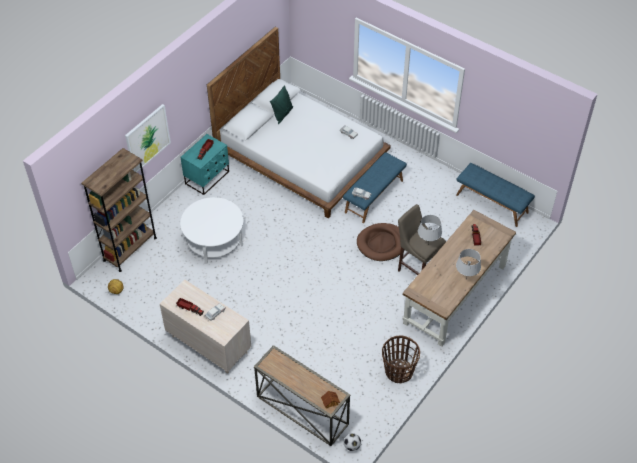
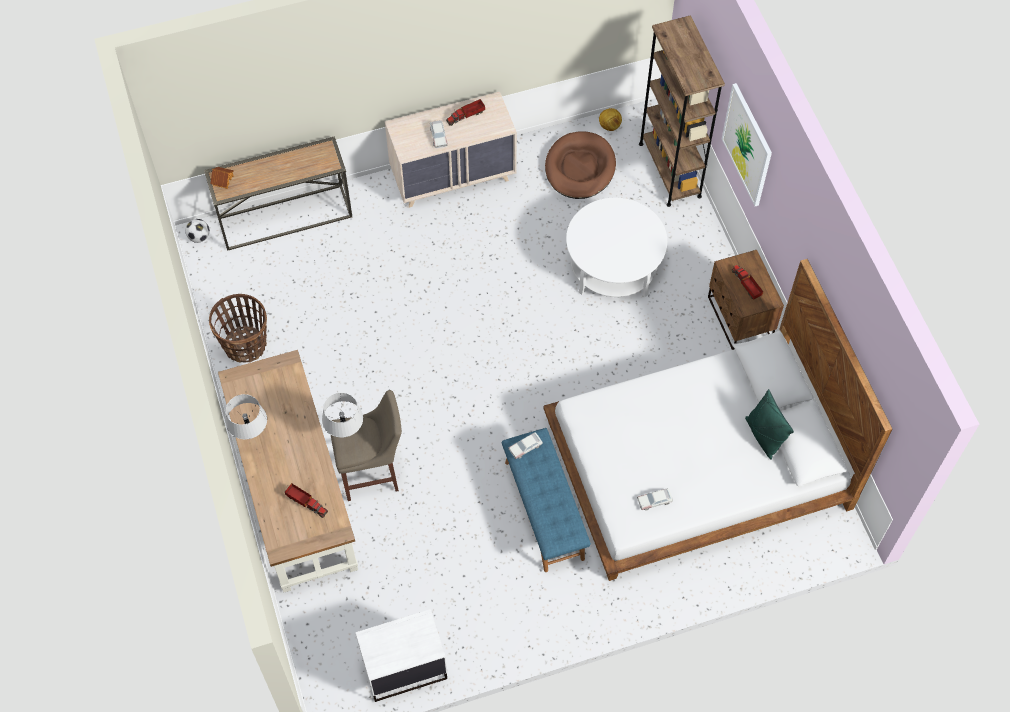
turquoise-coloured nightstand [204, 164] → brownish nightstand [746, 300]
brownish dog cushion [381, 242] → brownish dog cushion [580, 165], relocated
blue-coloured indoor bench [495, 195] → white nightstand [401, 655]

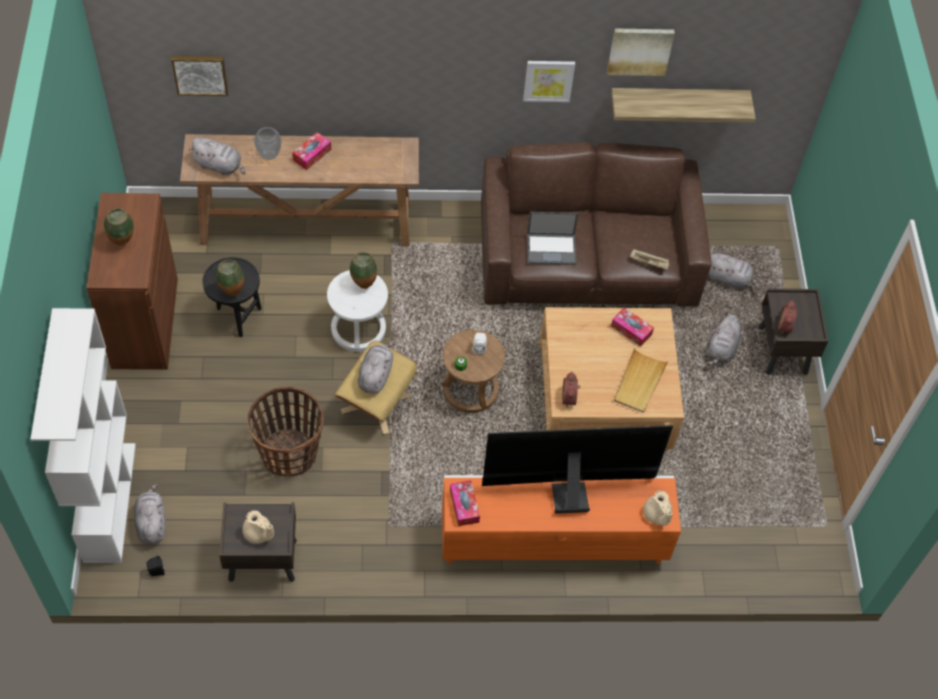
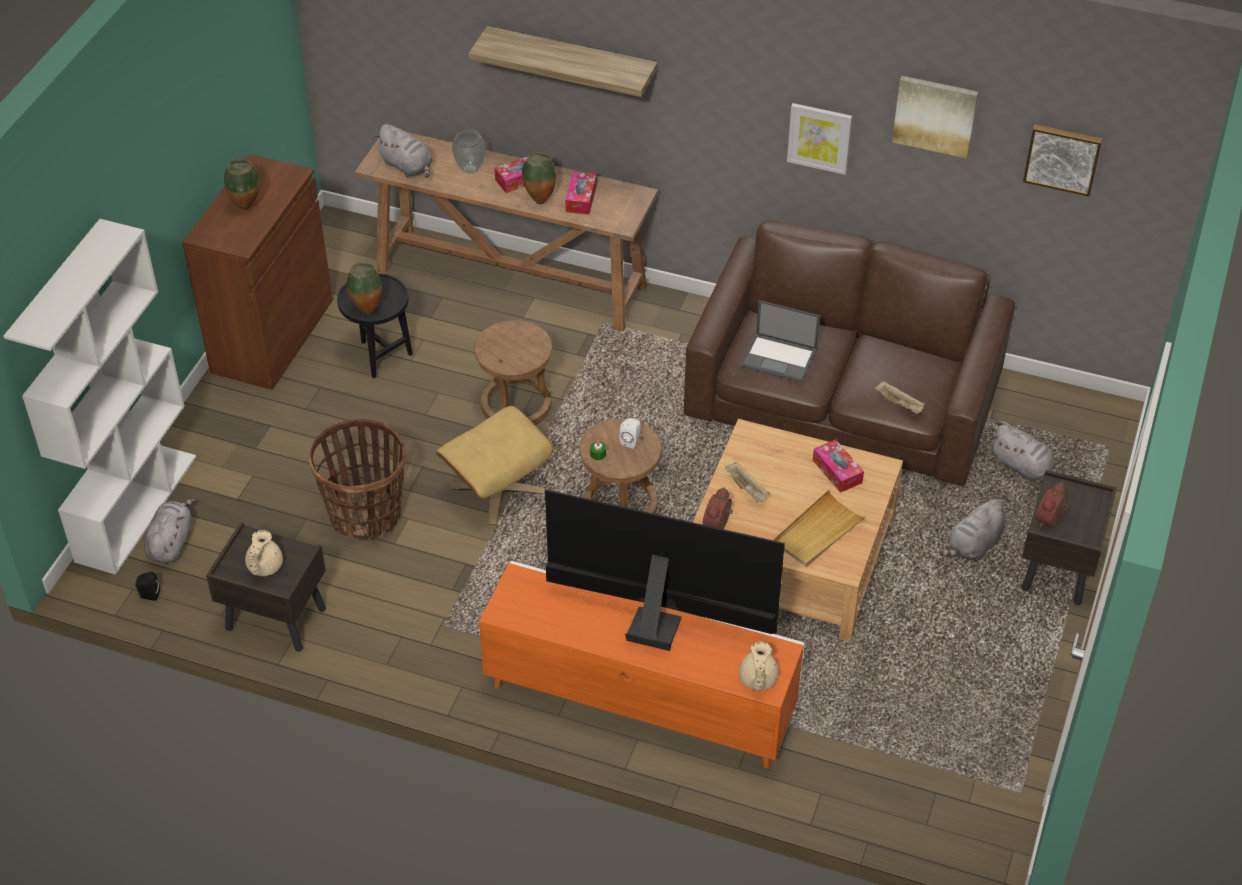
wall art [199, 75] → wall art [1062, 160], relocated
sand-coloured tea pot [258, 527] → sand-coloured tea pot [264, 553], 45 degrees clockwise
white stool [357, 311] → brownish stool [513, 372]
flower vase [363, 270] → flower vase [539, 178], relocated
grey soft toy [377, 368] → -
box of tissues [465, 503] → box of tissues [581, 193], relocated
bracket shelf [683, 105] → bracket shelf [563, 61], relocated
- → sand-coloured tray [747, 482]

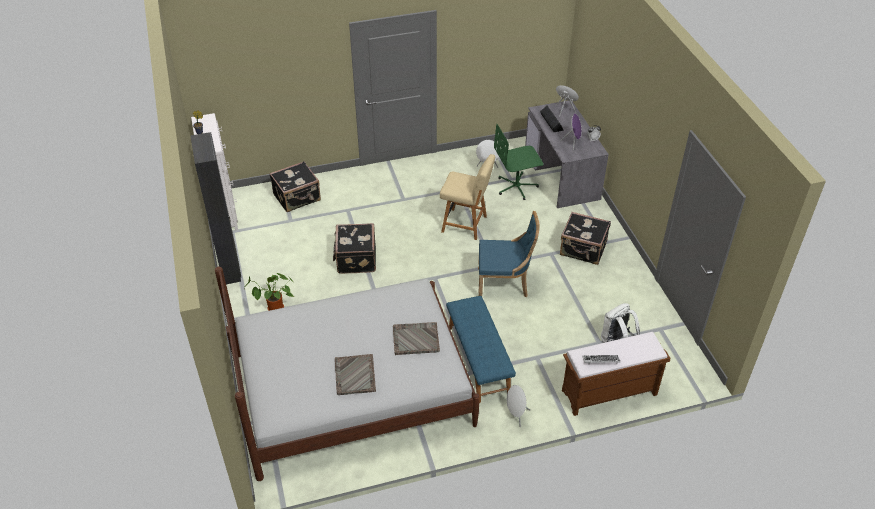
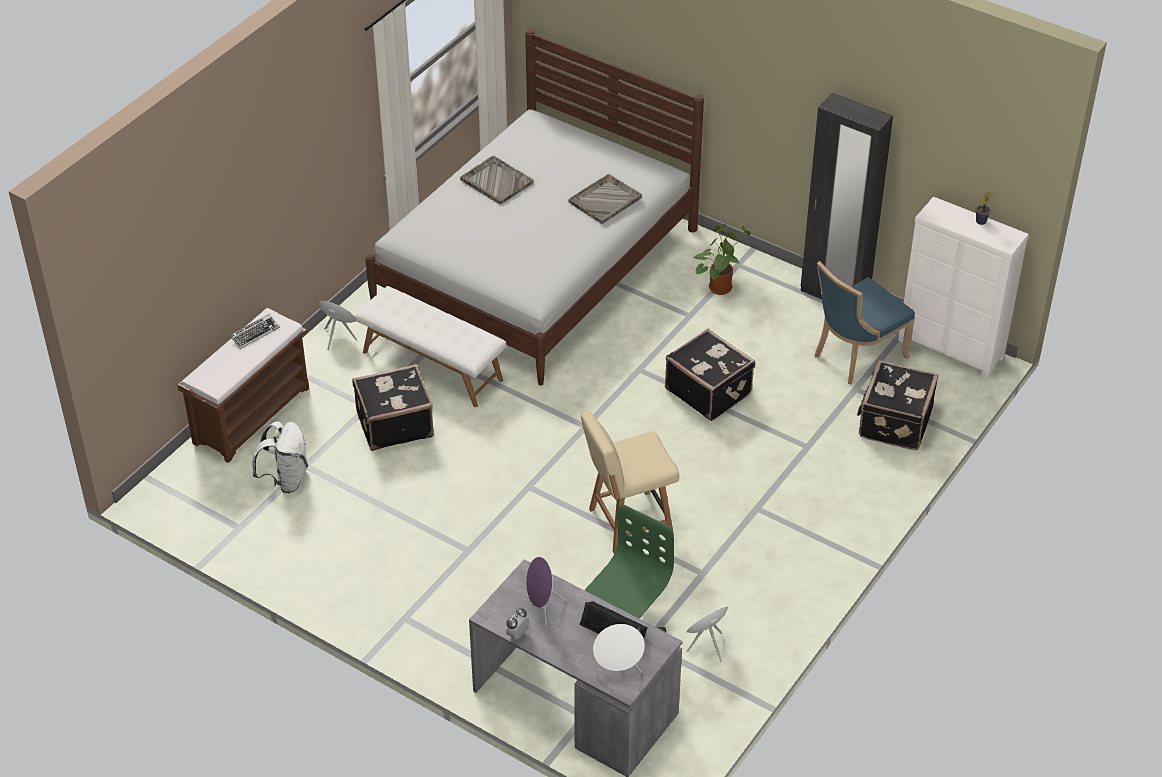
grey tray [416, 338] → grey tray [605, 199], relocated
blue-coloured indoor bench [481, 349] → white indoor bench [430, 346]
blue-coloured plain chair [509, 254] → blue-coloured plain chair [865, 323], relocated
black-coloured travel case [585, 238] → black-coloured travel case [393, 407], relocated

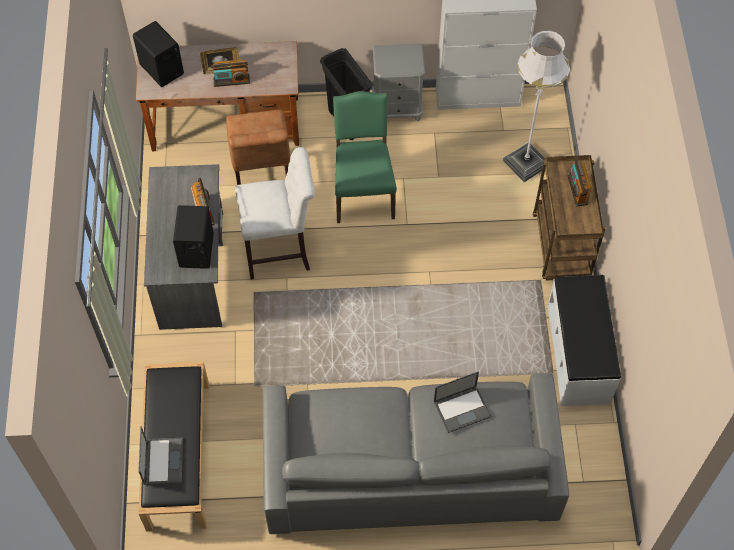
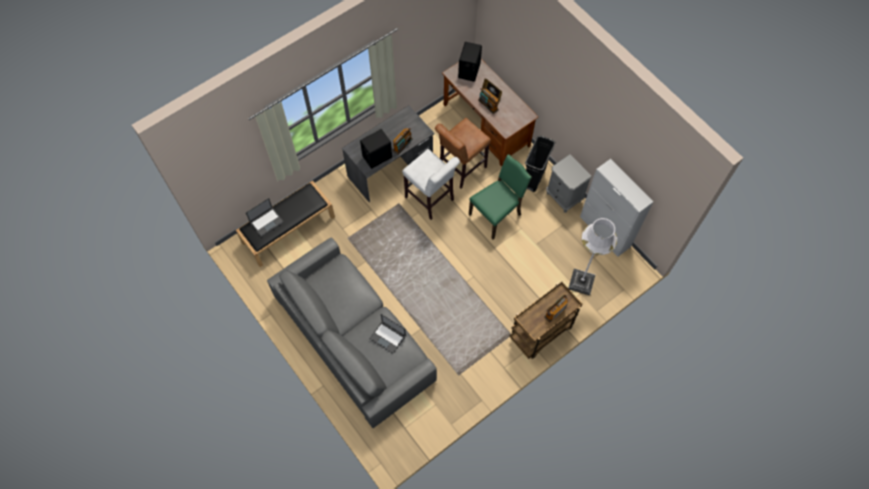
white indoor bench [584, 340] → -

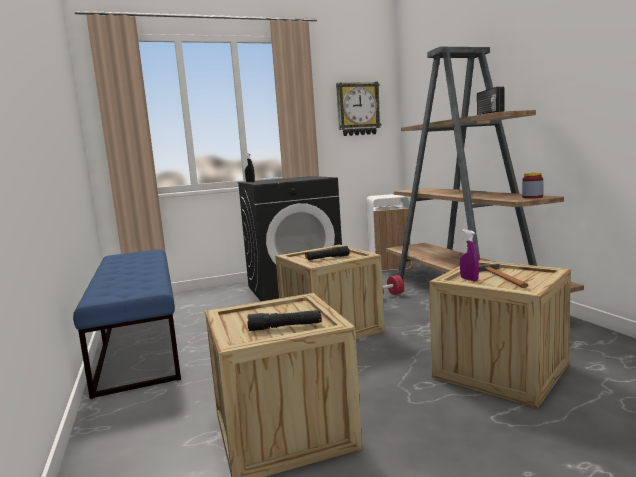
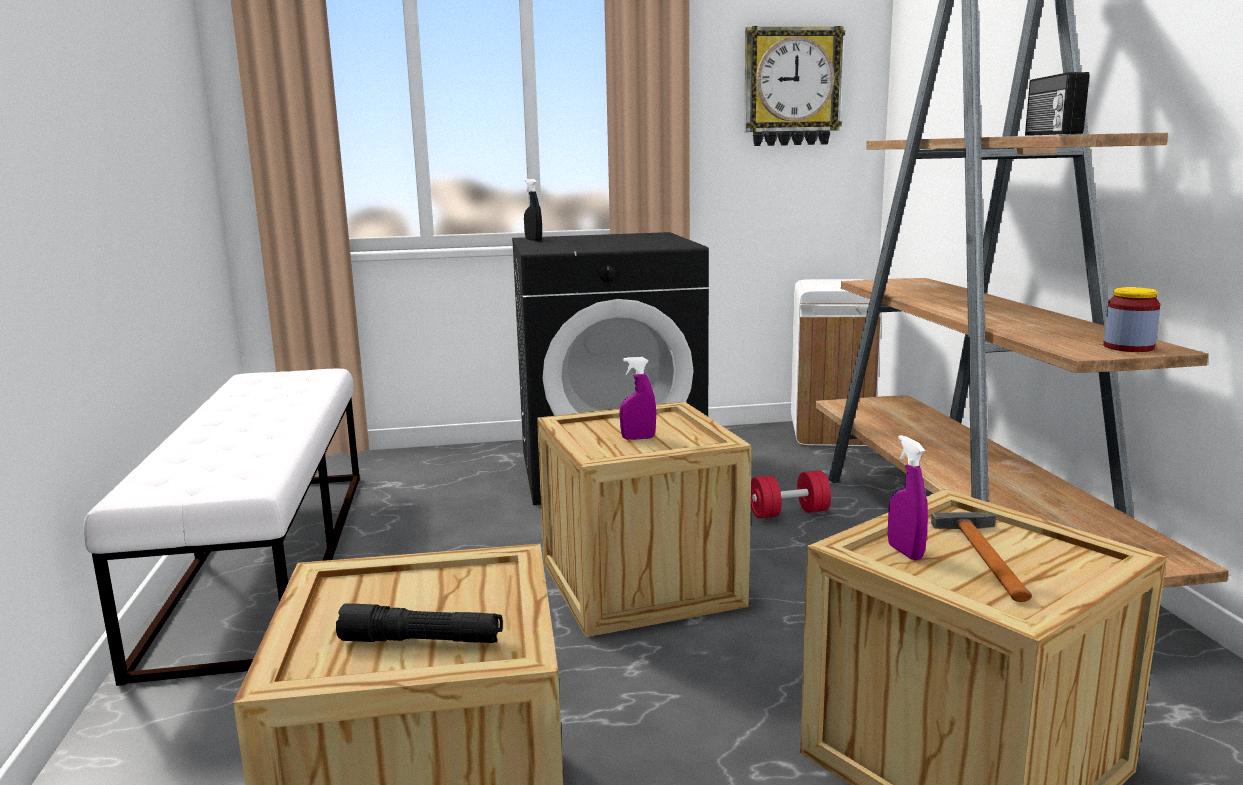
blue-coloured indoor bench [127, 324] → white indoor bench [221, 527]
black-coloured hand torch [327, 253] → purple-coloured sprayer [637, 398]

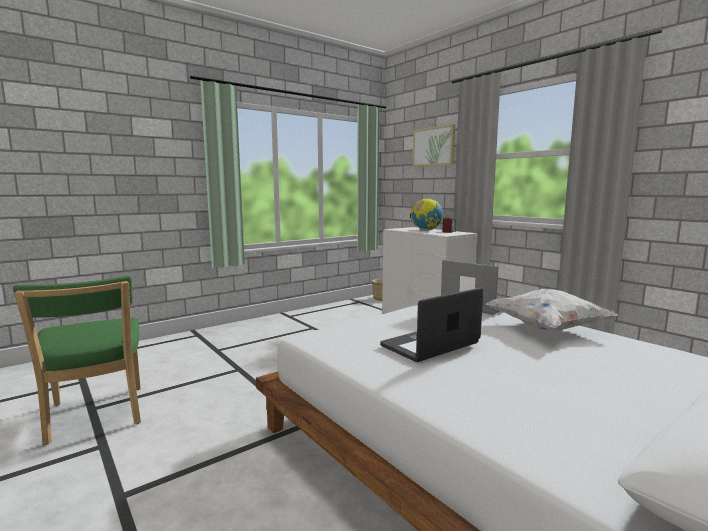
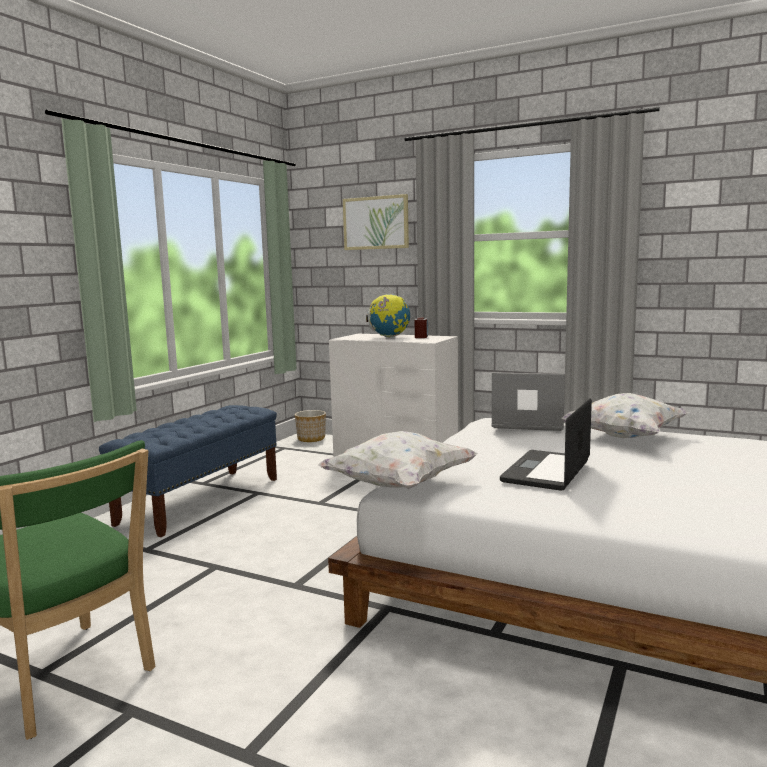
- → blue-coloured indoor bench [188, 471]
- → white throw pillow [397, 460]

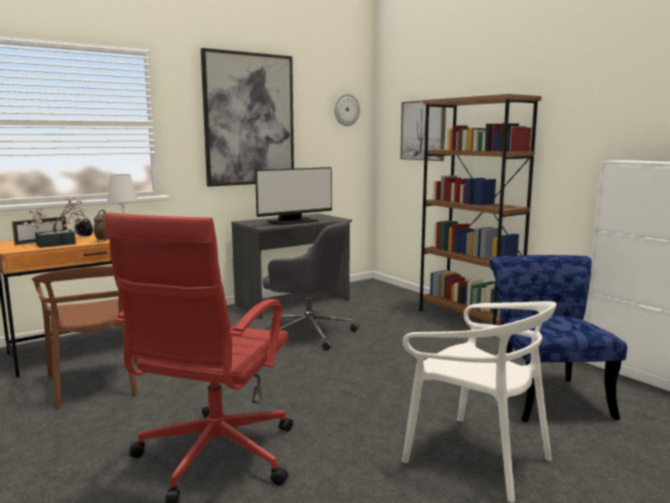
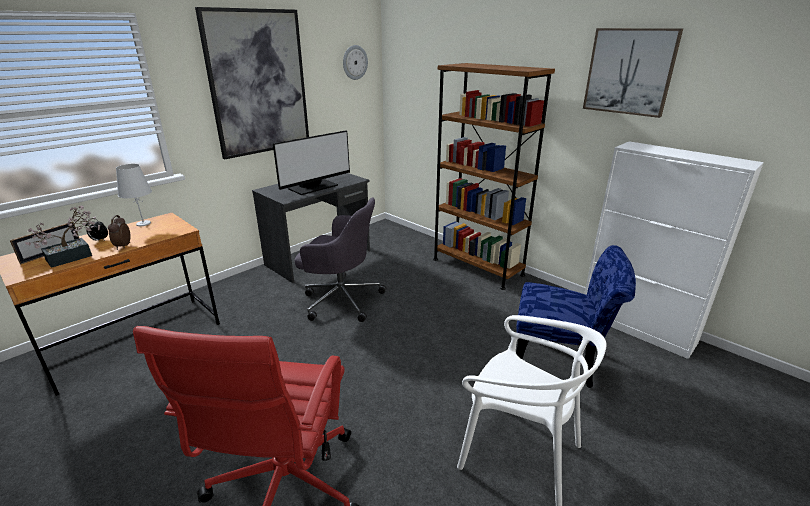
brownish plain chair [85, 337] → -
wall art [423, 131] → wall art [633, 73], relocated
blue-coloured plain chair [558, 338] → blue-coloured plain chair [576, 316], 120 degrees clockwise

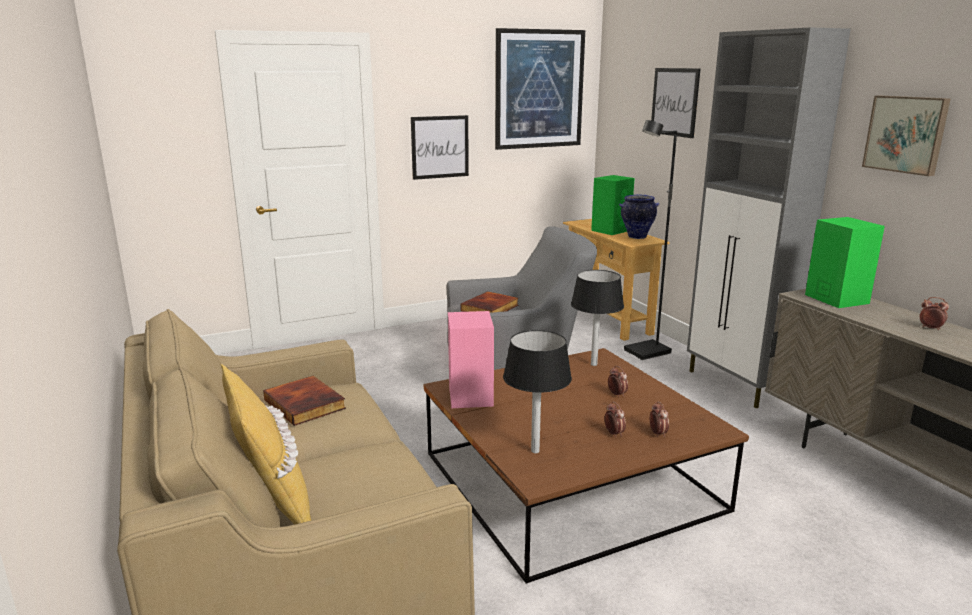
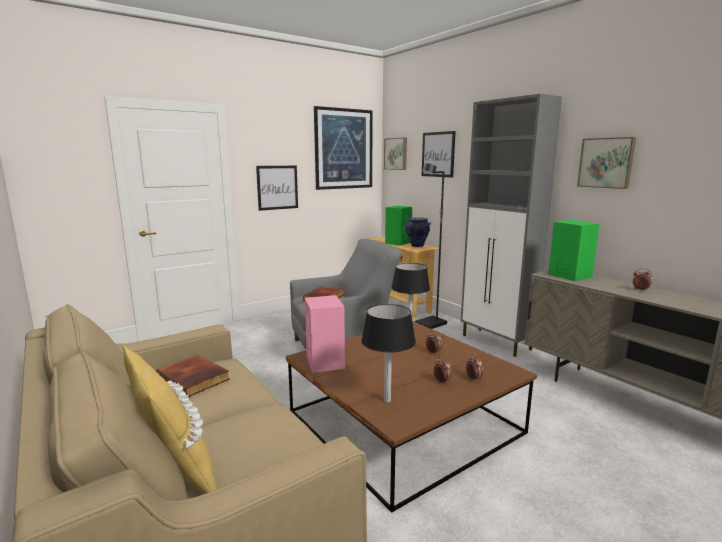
- → wall art [395, 154]

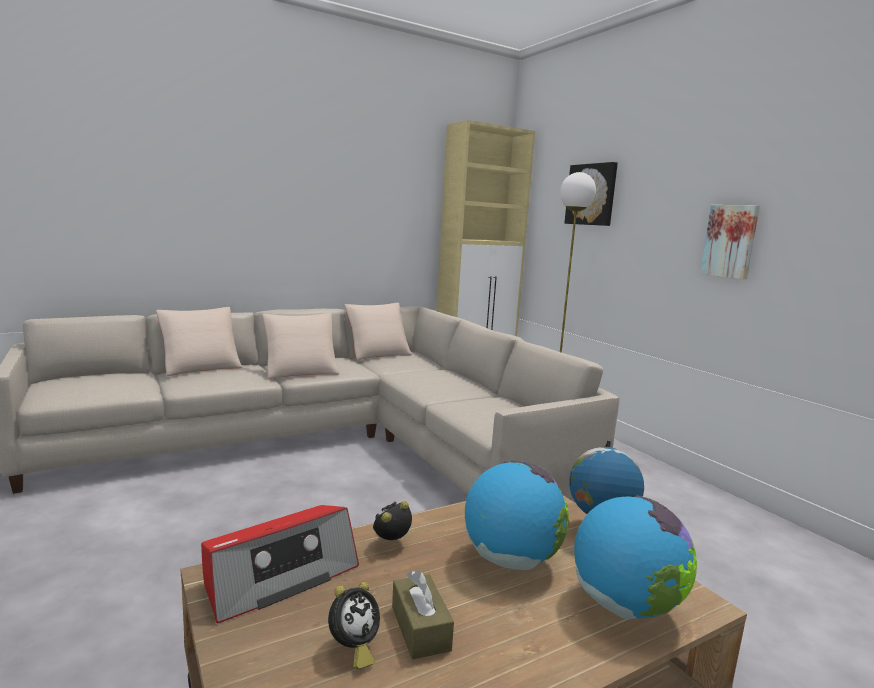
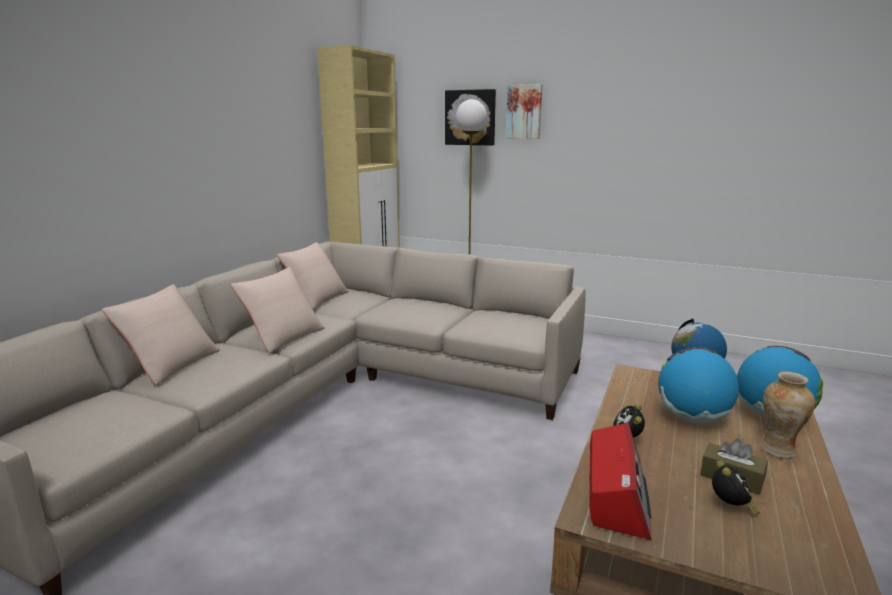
wall art [730, 242] → wall art [524, 111], relocated
- → flower vase [788, 415]

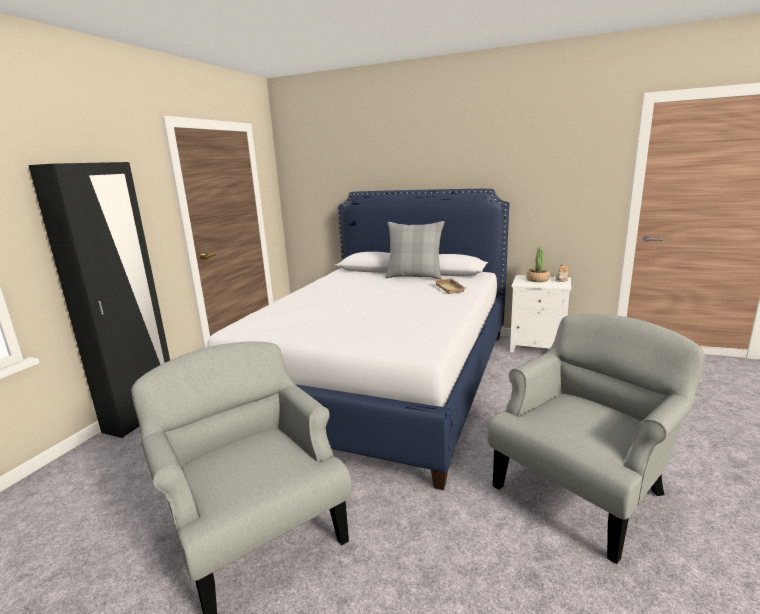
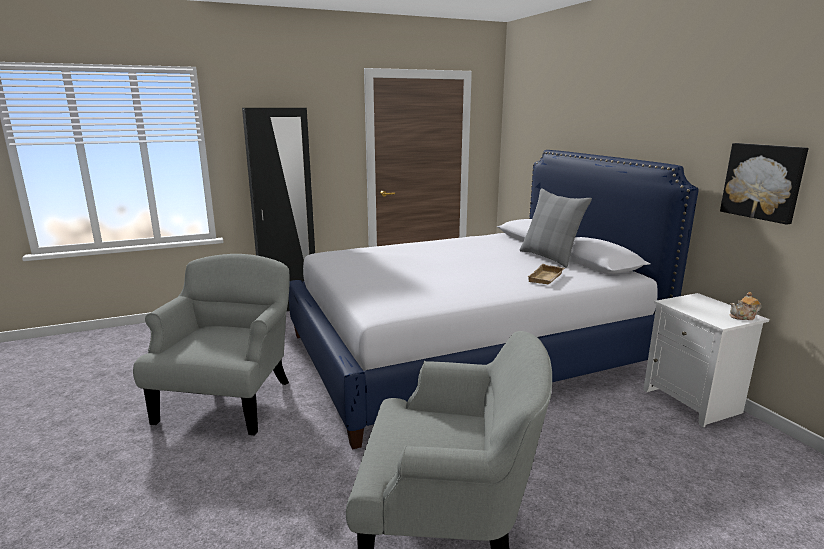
potted plant [538, 264] → -
- → wall art [764, 184]

